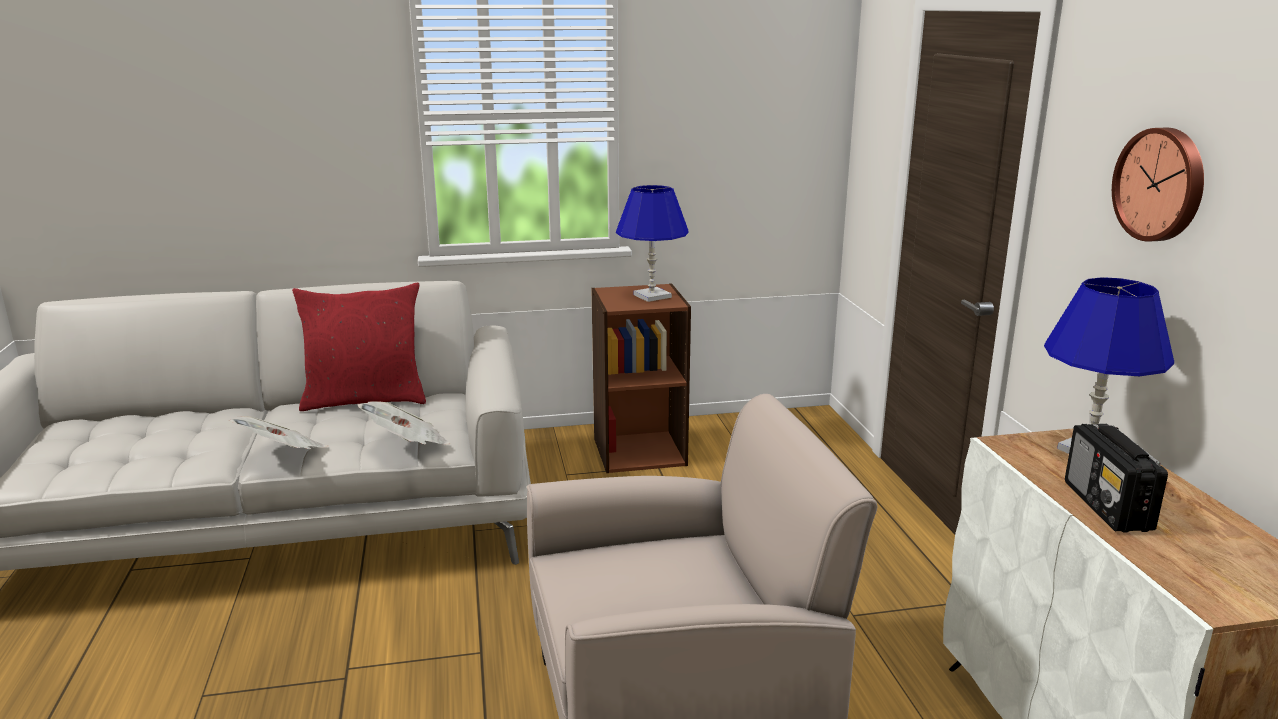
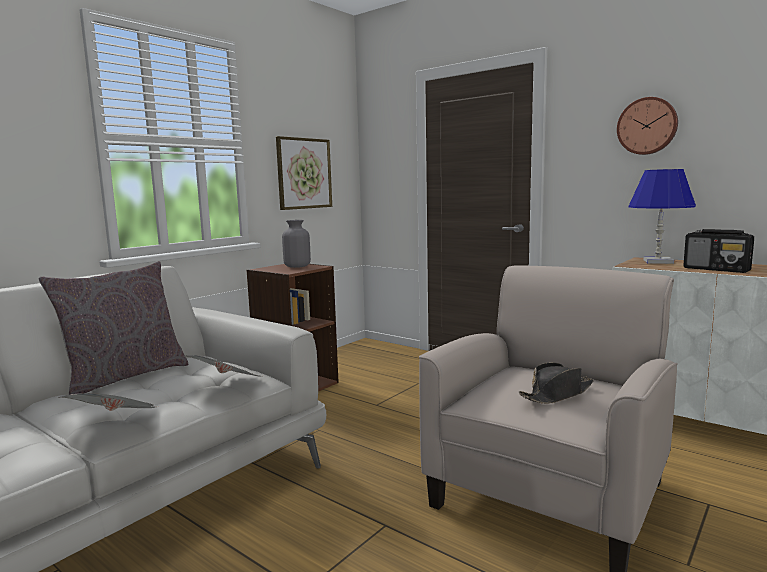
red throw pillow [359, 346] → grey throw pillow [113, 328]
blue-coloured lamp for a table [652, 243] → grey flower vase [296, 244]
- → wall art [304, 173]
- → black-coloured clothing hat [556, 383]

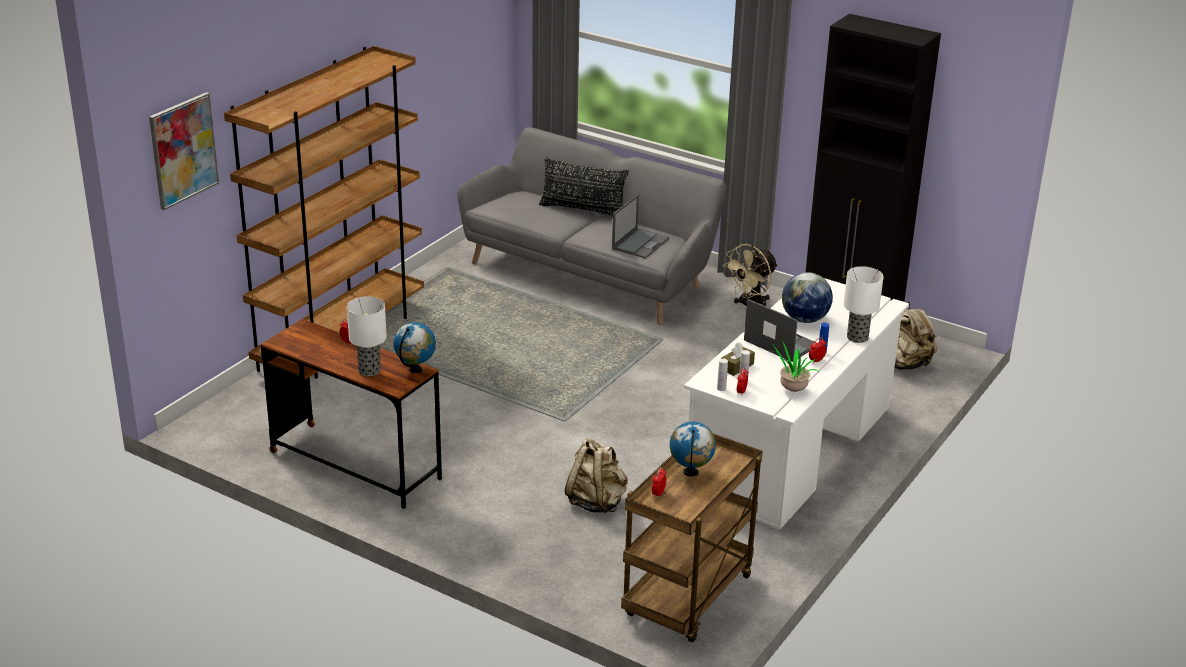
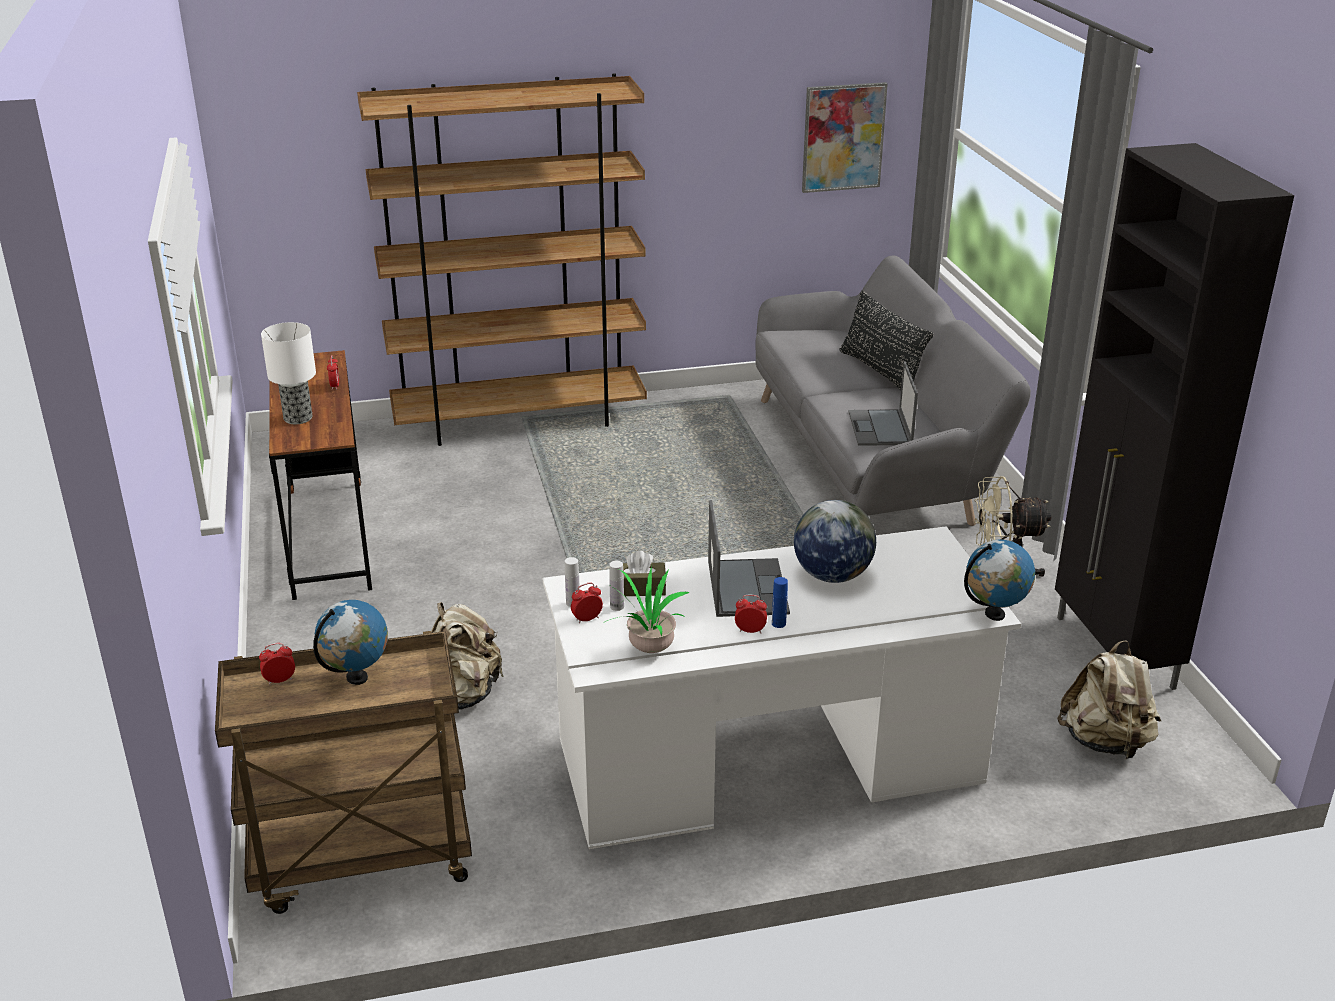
wall art [184, 151] → wall art [845, 137], relocated
desk globe [414, 347] → desk globe [999, 580], relocated
laptop [640, 226] → laptop [883, 403], 105 degrees clockwise
lamp for a table [864, 304] → -

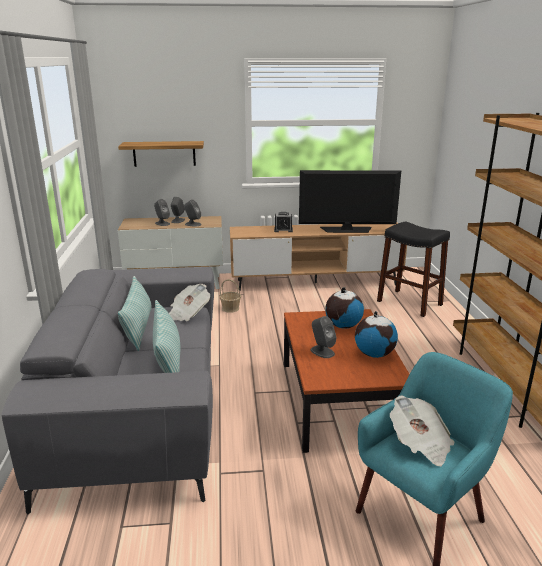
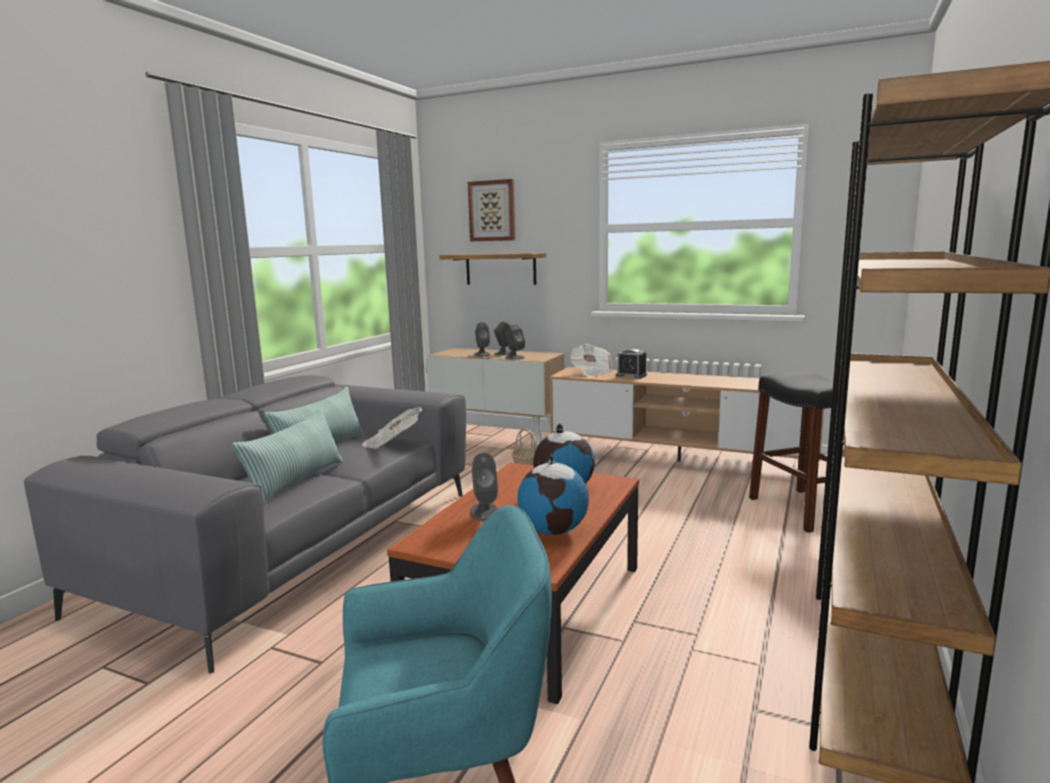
TV set [350, 201] → -
newspaper [422, 430] → newspaper [591, 360], relocated
- → wall art [491, 210]

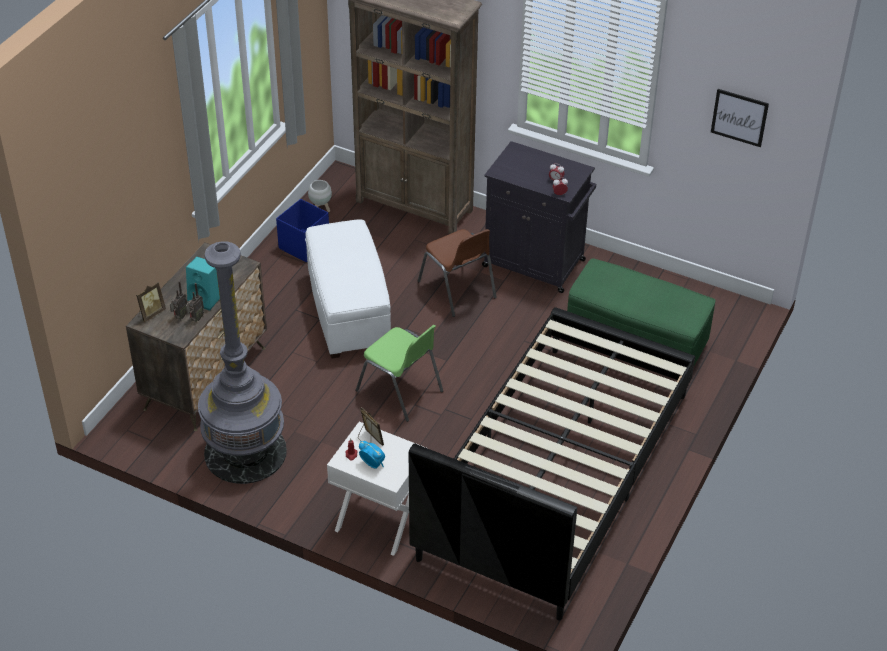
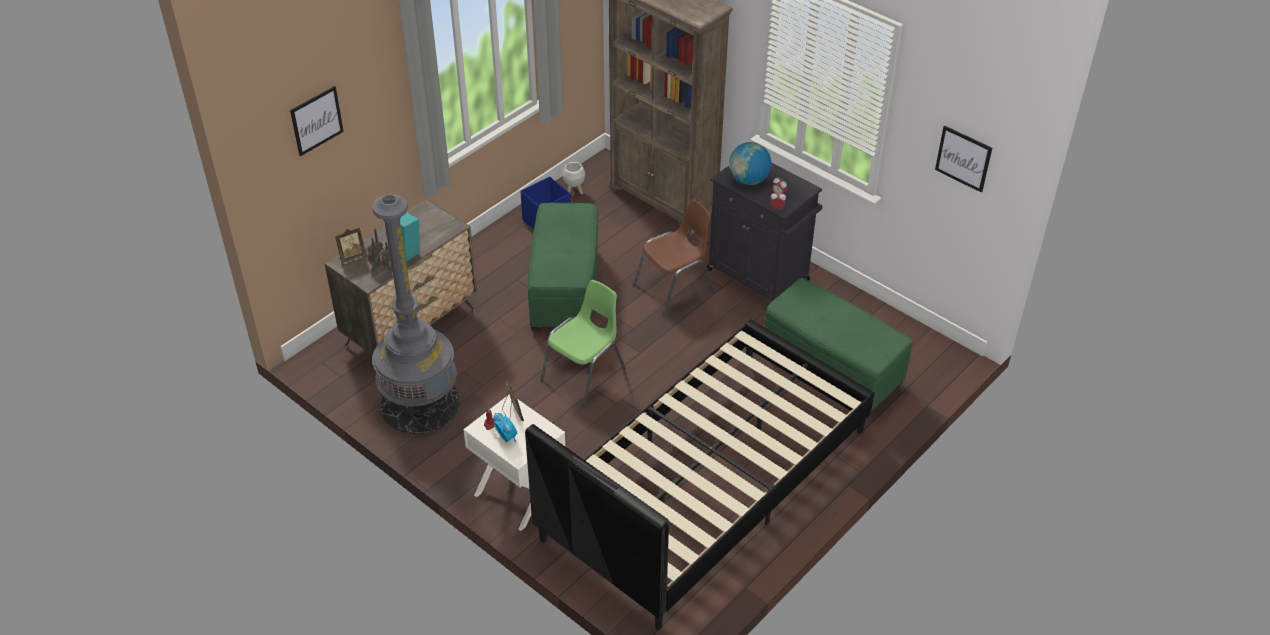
white ottoman [348, 288] → green-coloured ottoman [563, 267]
green-coloured plain chair [399, 373] → green-coloured plain chair [583, 343], 105 degrees counterclockwise
brownish plain chair [457, 273] → brownish plain chair [674, 257], 105 degrees counterclockwise
- → wall art [317, 121]
- → desk globe [750, 163]

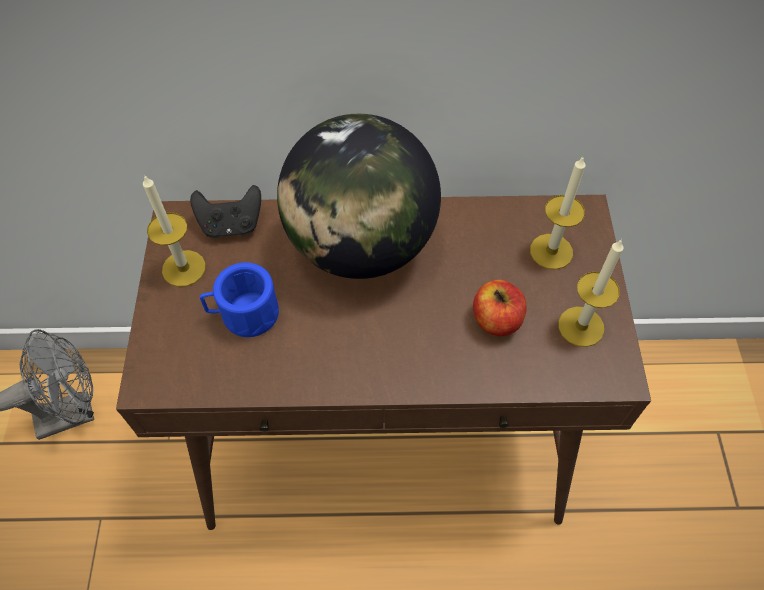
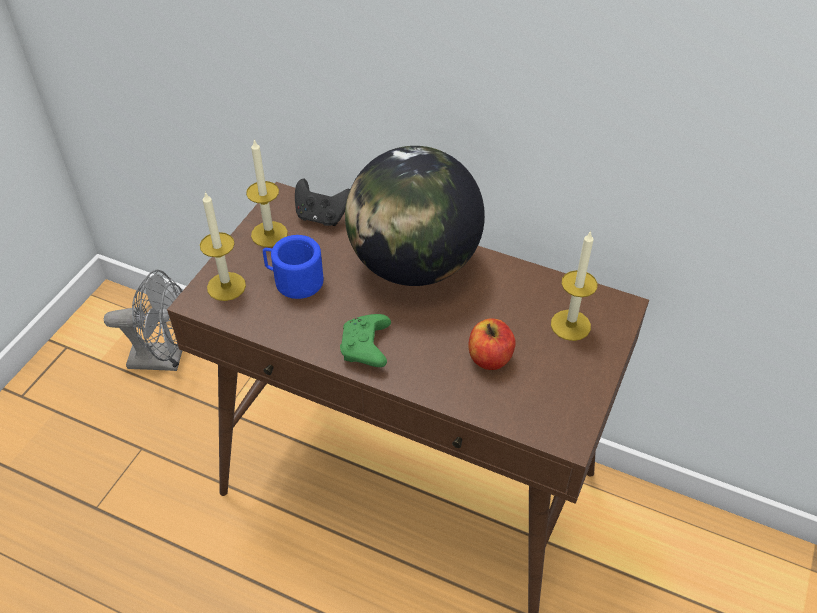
wax candle [591, 293] → wax candle [223, 246], relocated
- → green-coloured joypad [365, 340]

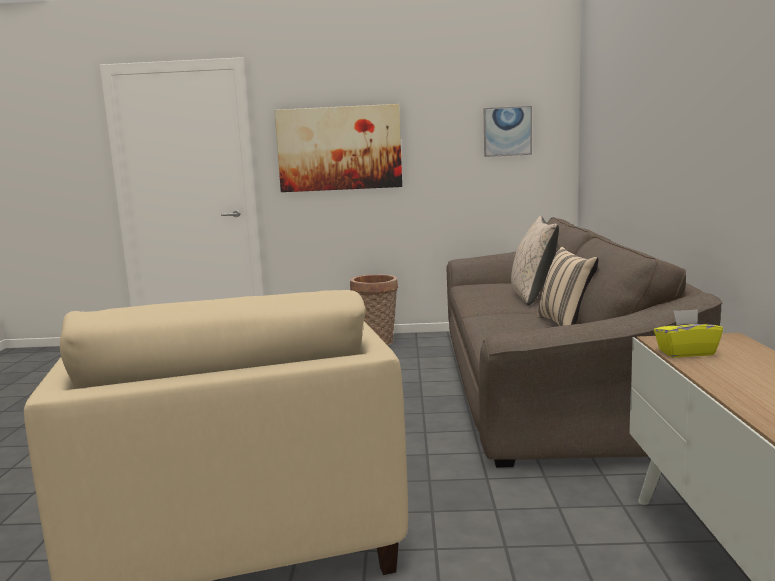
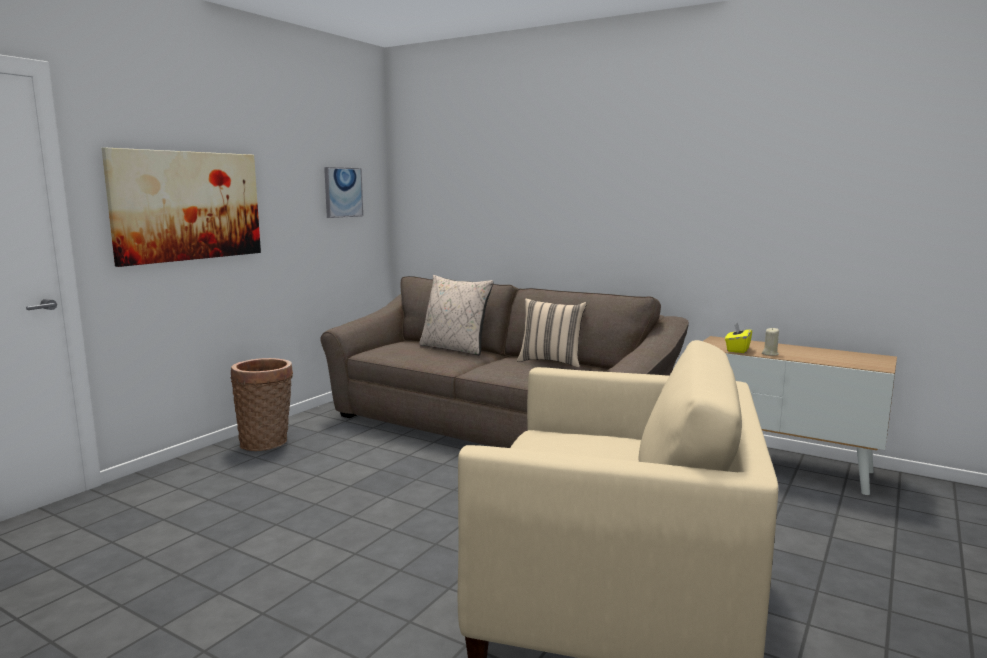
- → sand-coloured wax candle [770, 341]

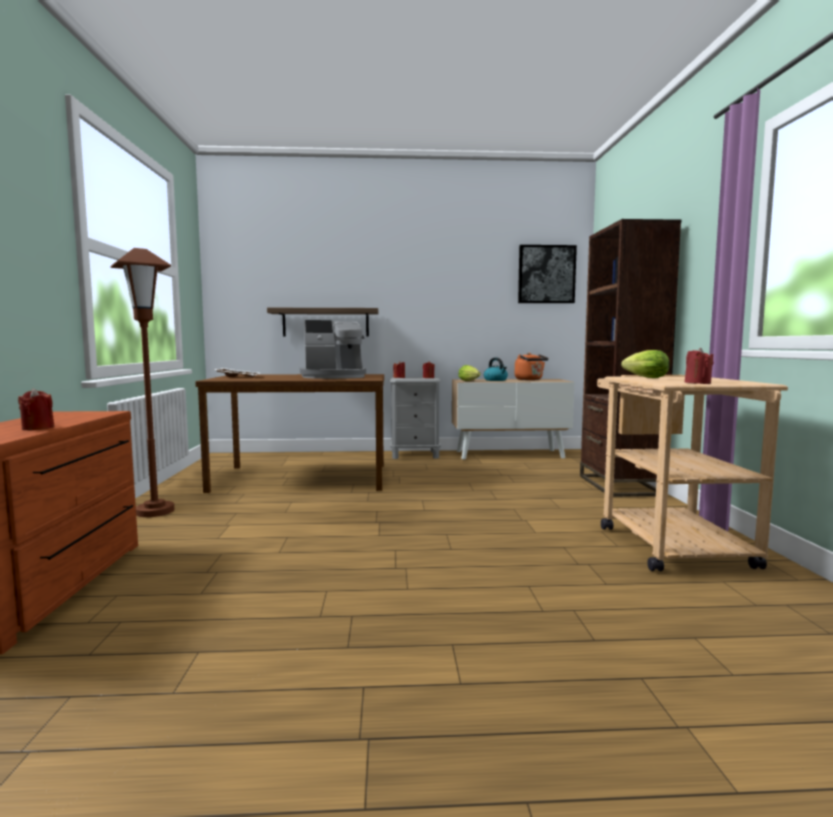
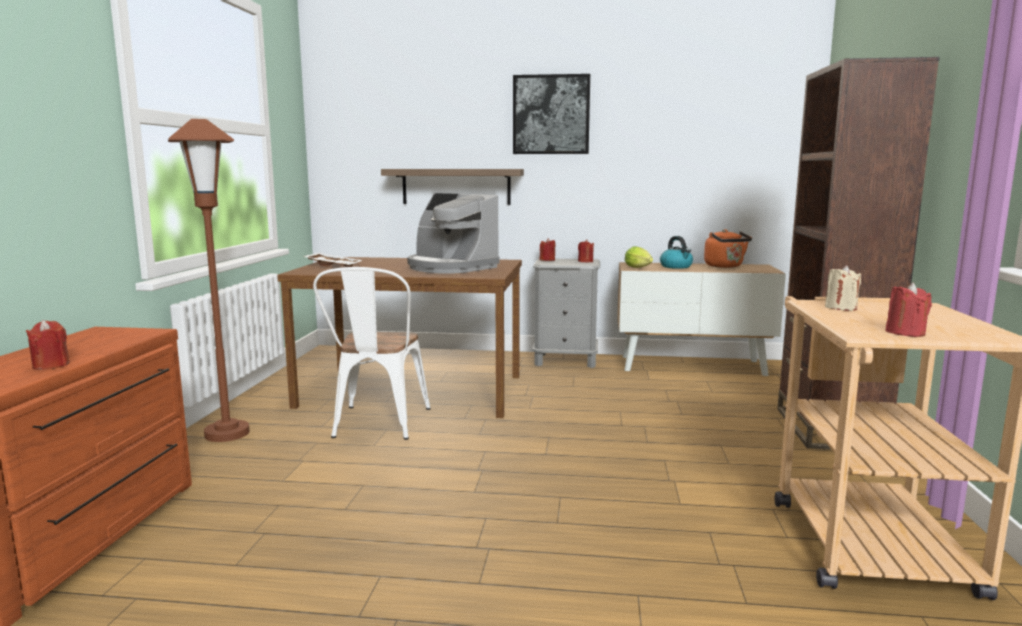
coffee brewer [333, 349] → coffee brewer [453, 233], 45 degrees clockwise
wall art [547, 274] → wall art [551, 114], relocated
lettuce head [645, 364] → sand-coloured wax candle [843, 288]
- → white plain chair [372, 353]

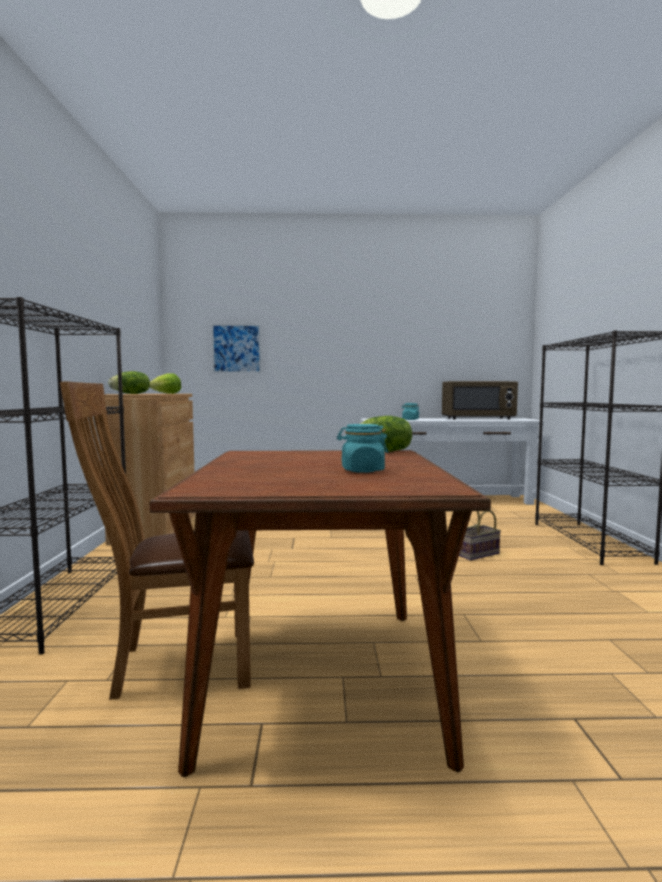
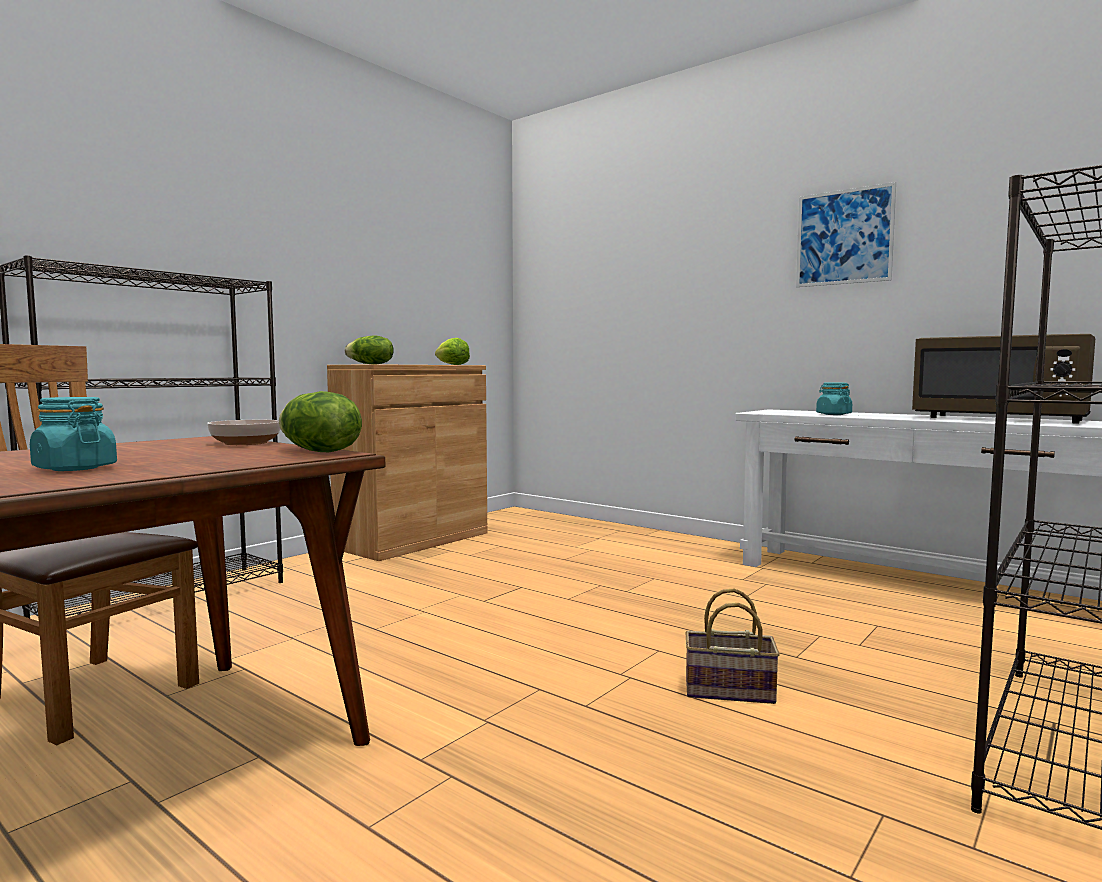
wall art [236, 348] → wall art [846, 234], relocated
- → serving bowl [244, 432]

